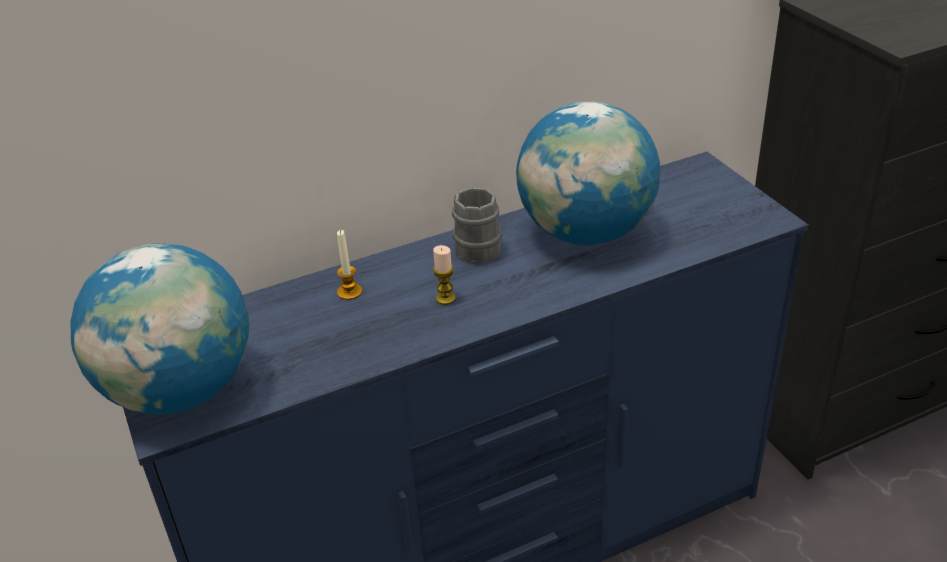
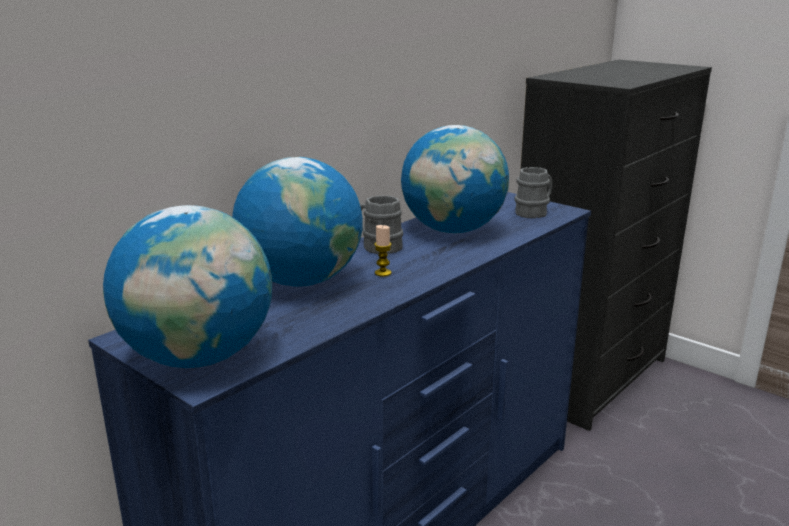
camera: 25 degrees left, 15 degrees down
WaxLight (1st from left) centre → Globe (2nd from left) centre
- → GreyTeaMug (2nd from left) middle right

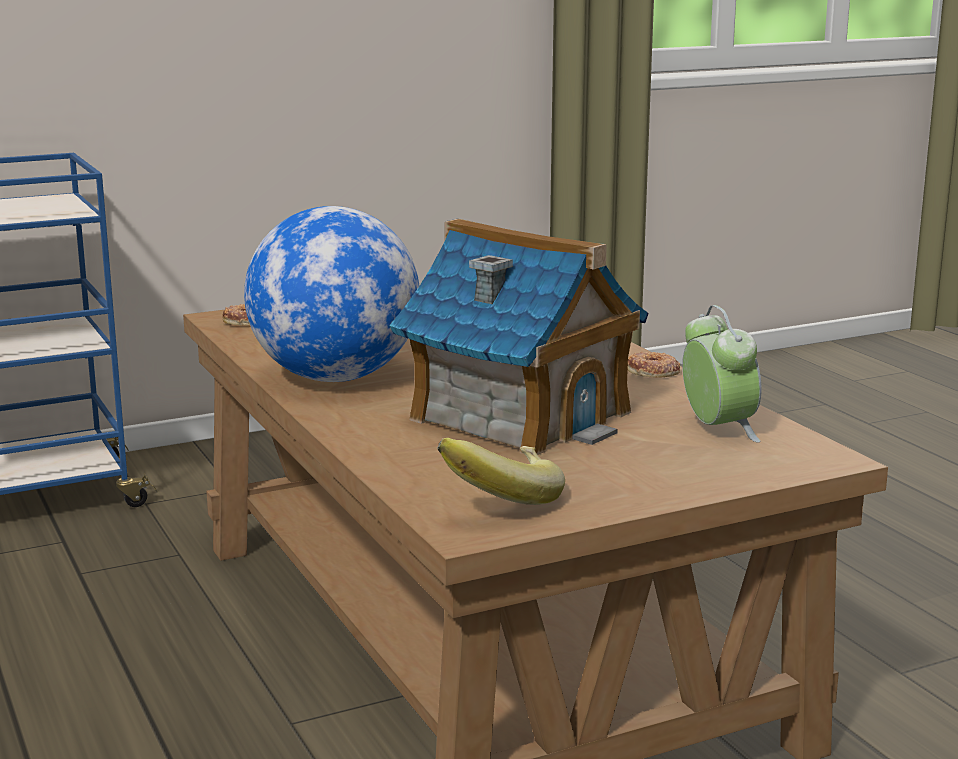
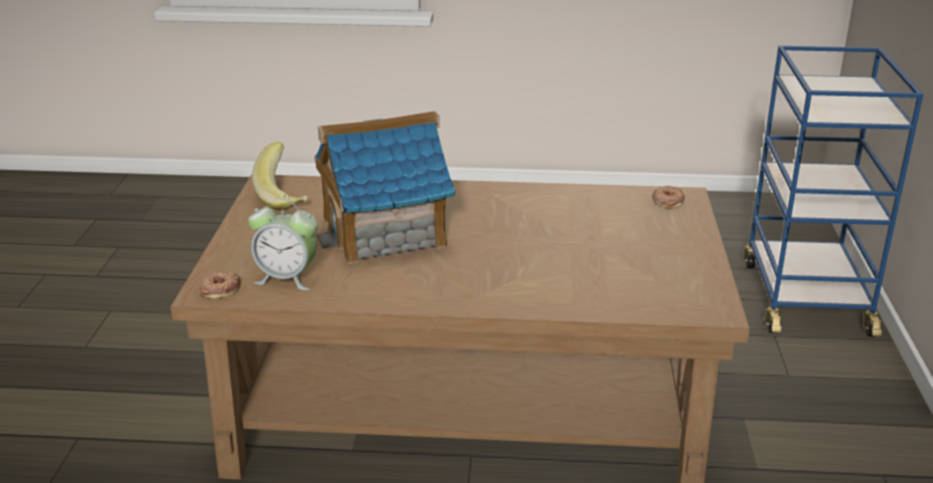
camera: 120 degrees right, 10 degrees up
Doughnut (2nd from left in the first image) middle right → Doughnut (1st from left) middle left, move
Globe centre → -

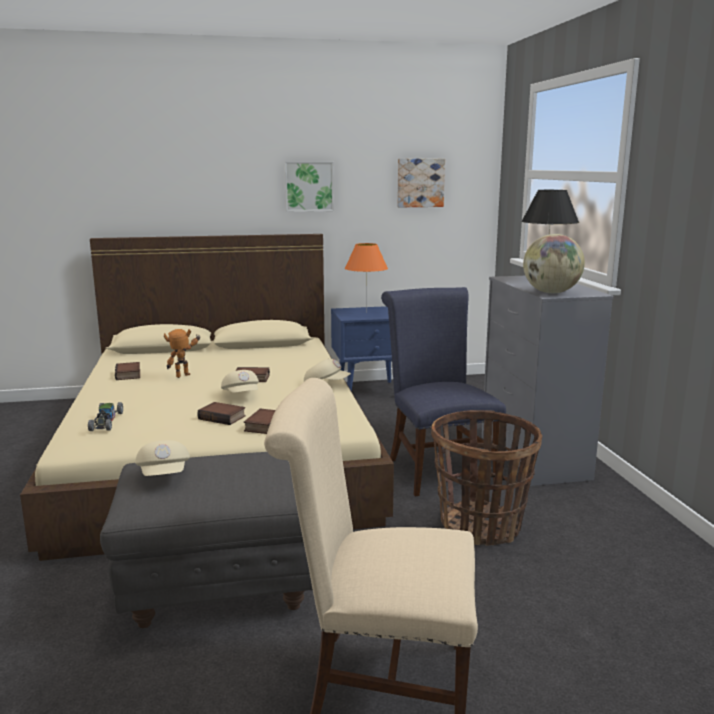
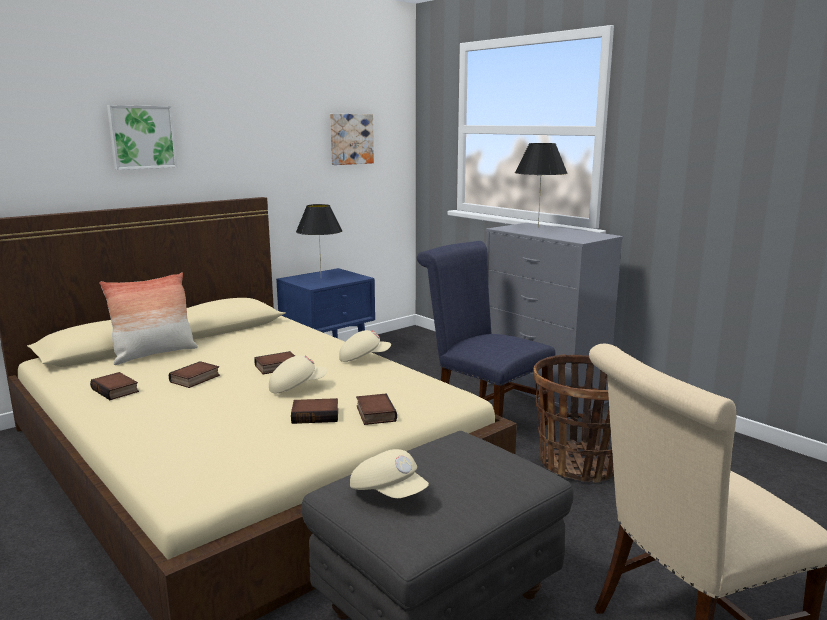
camera: 30 degrees left, 0 degrees up
- → ThrowPillow middle left
WallPicture (1st from left) top centre → WallPicture (1st from left) top left, move
ToyRobot middle left → Book (2nd from left) middle left
BeigeColouredBaseballCap (2nd from left in the first image) centre → BeigeColouredBaseballCap (1st from left) centre, 60 degrees counterclockwise
OrangeyTableLamp centre → BlackTableLamp (1st from left) centre
MiniatureCar middle left → -
Globe middle right → -

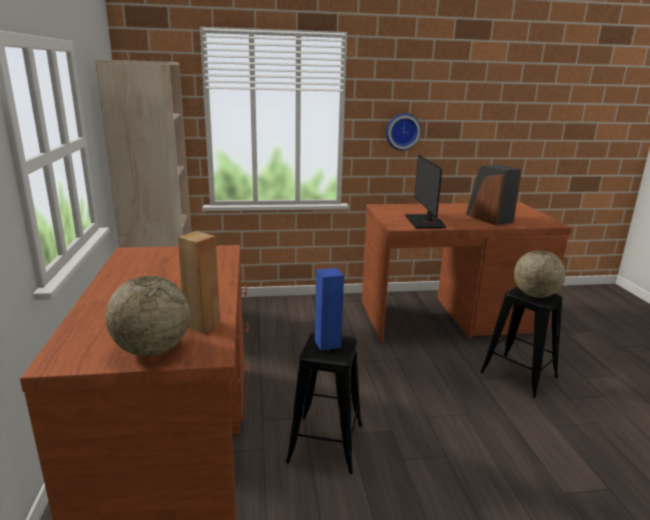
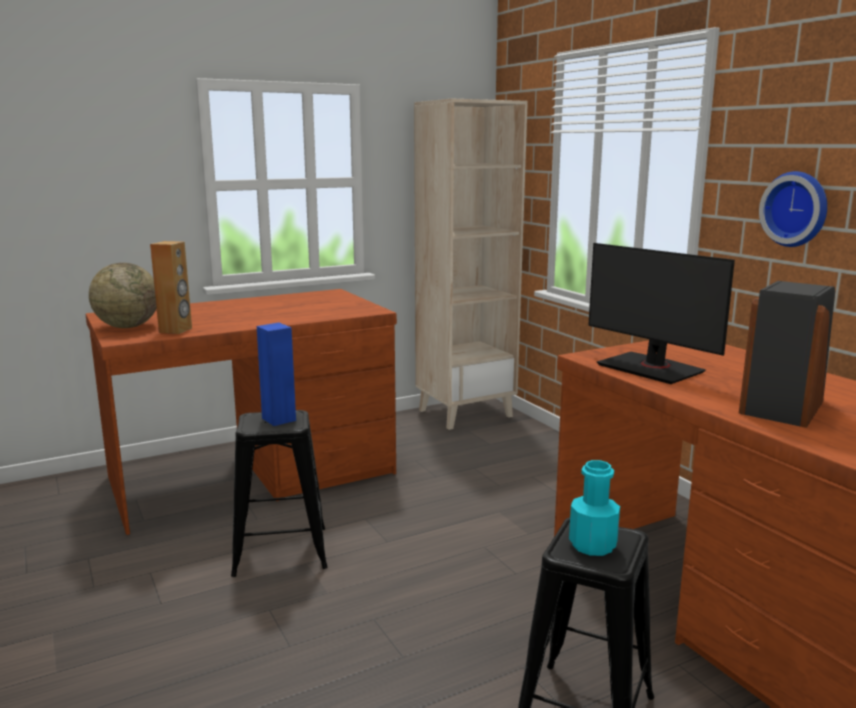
camera: 70 degrees right, 5 degrees down
Globe (2nd from left) middle right → TurquoiseColouredDrinkBottle bottom right
ComputerDisplay centre → ComputerDisplay middle right, 105 degrees counterclockwise

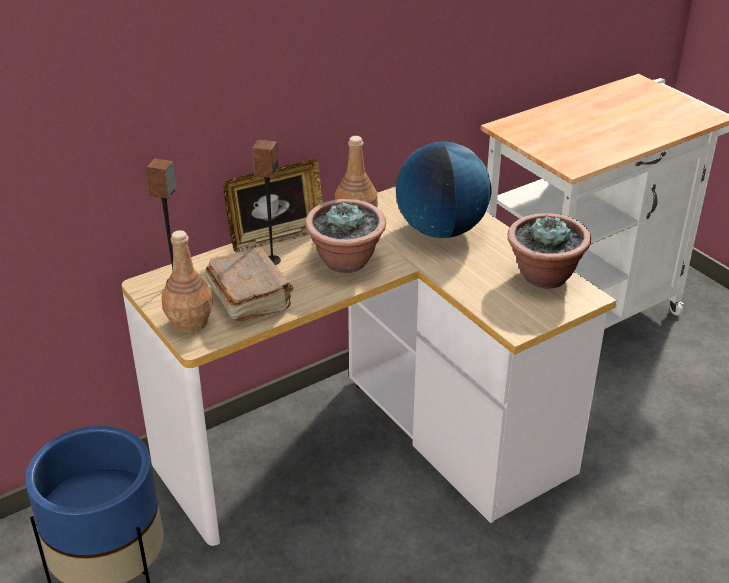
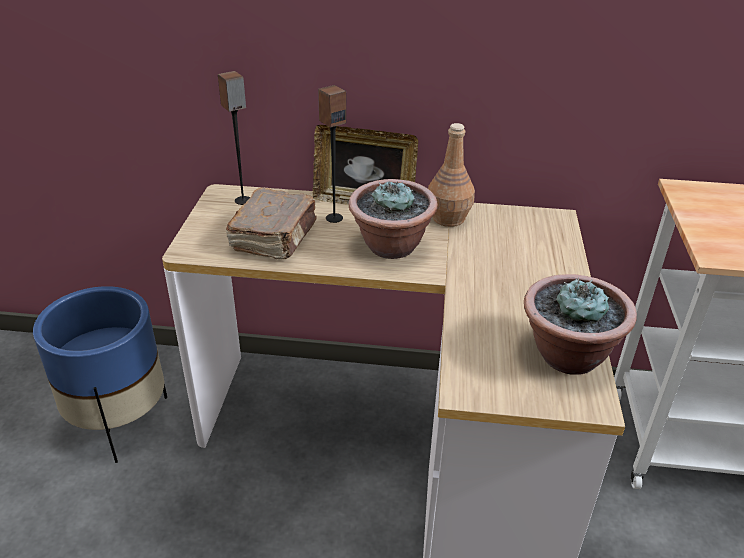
camera: 40 degrees right, 0 degrees up
BrownColouredDrinkBottle (1st from left) middle left → -
Globe top centre → -

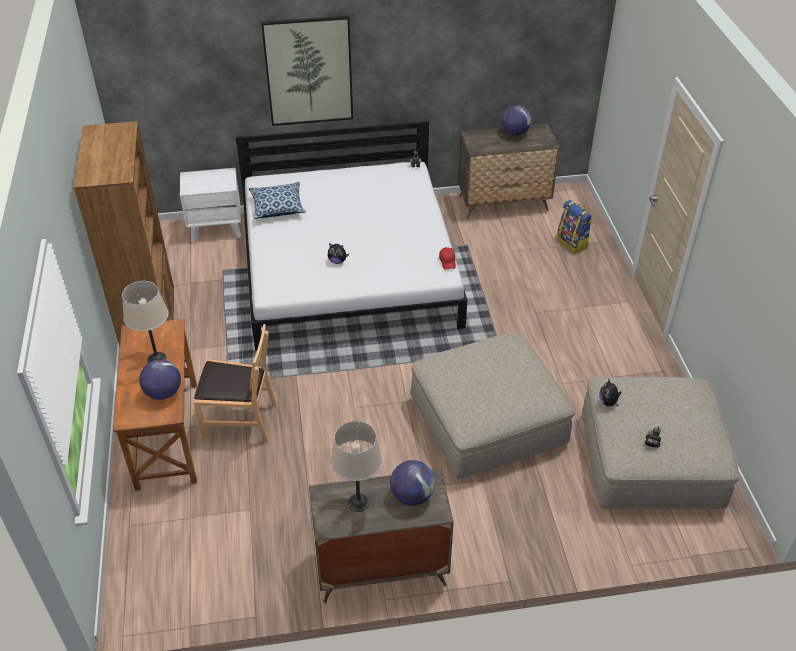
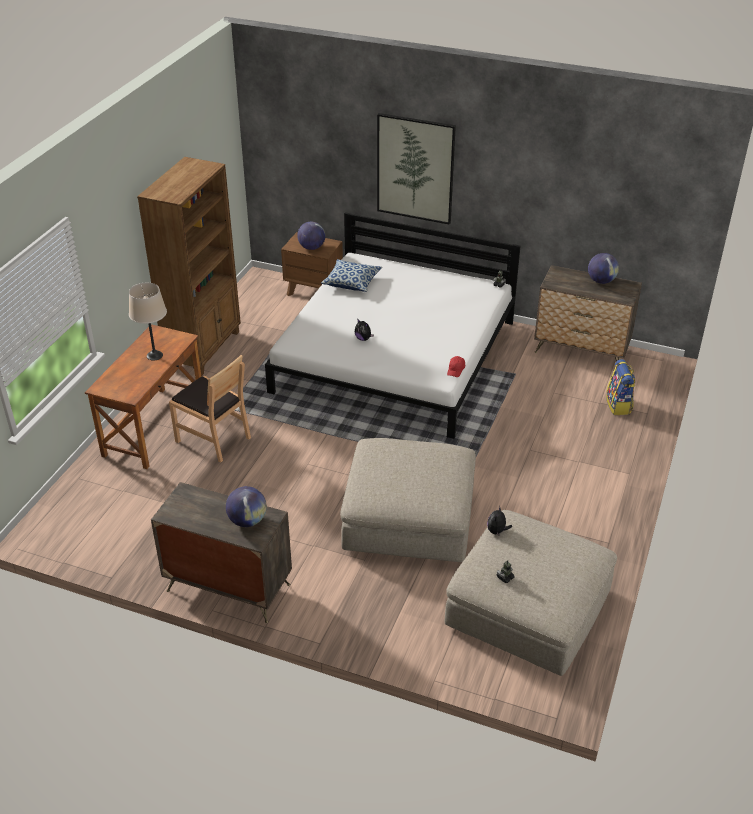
camera: 30 degrees right, 5 degrees down
WhiteColouredBedsideTable top left → BrownColouredBedsideTable top centre
Globe (1st from left in the first image) middle left → Globe (2nd from left) top centre, move
BeigeColouredTableLamp (2nd from left) bottom centre → -

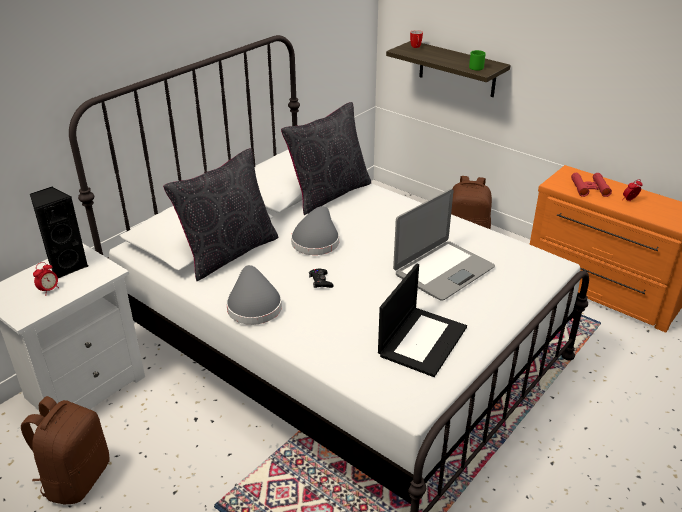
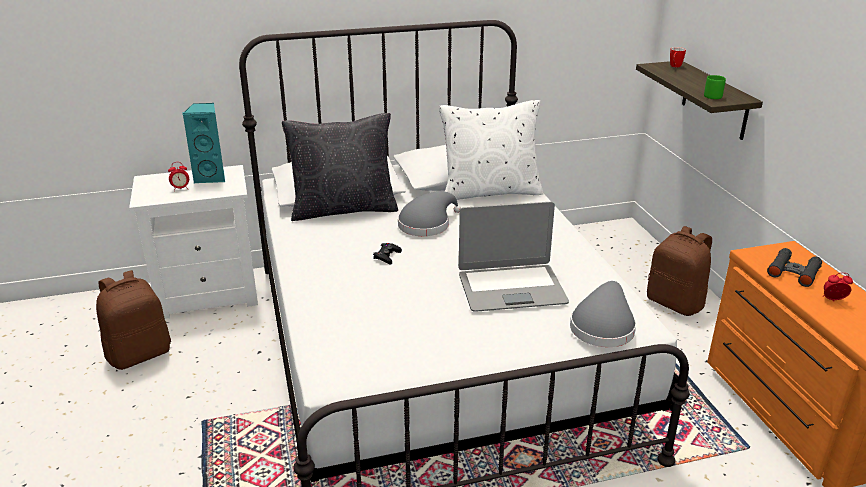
camera: 35 degrees right, 5 degrees down
BlackAudioSpeaker middle left → TurquoiseColouredAudioSpeaker top left
BlackThrowPillow (2nd from left) top centre → WhiteColouredThrowPillow top centre
GreyWearableHat (1st from left in the first image) centre → GreyWearableHat (2nd from left) middle right, move
RedFieldGlasses middle right → BlackFieldGlasses middle right
Laptop (1st from left) centre → -

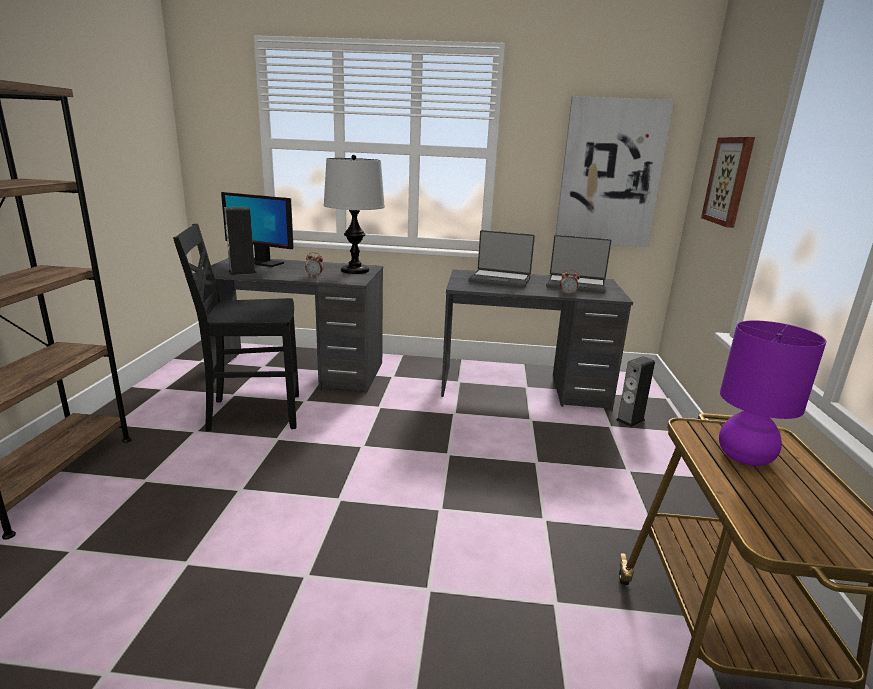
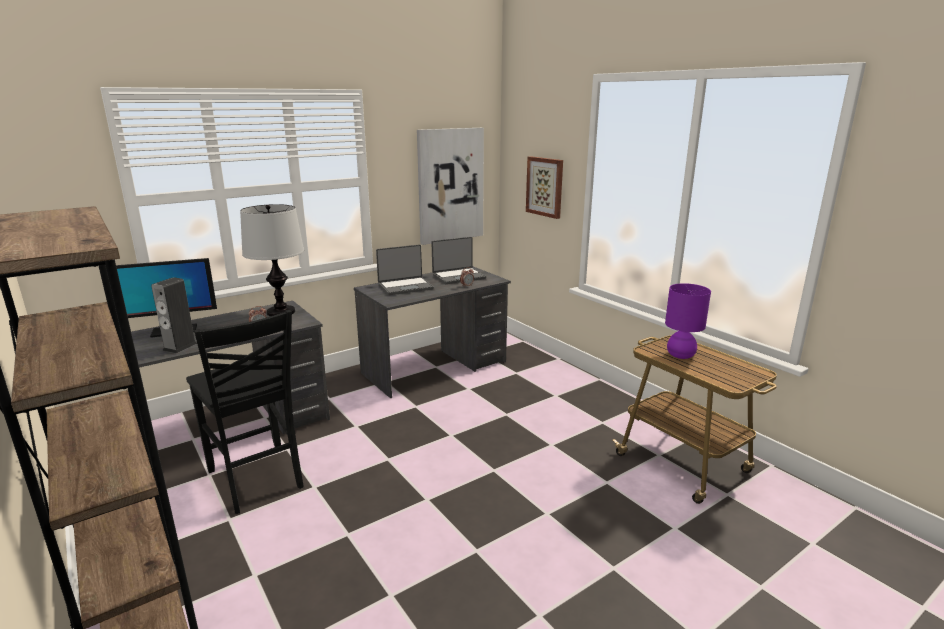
camera: 40 degrees left, 0 degrees up
BlackPlainChair middle left, 75 degrees counterclockwise
AudioSpeaker (2nd from left) middle right → -

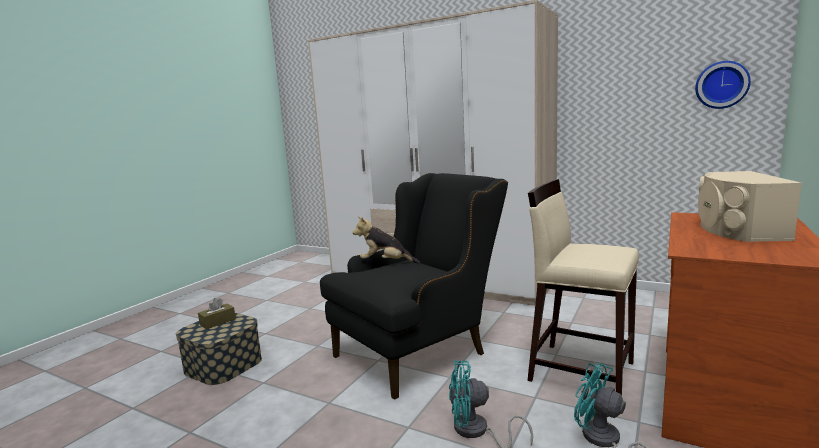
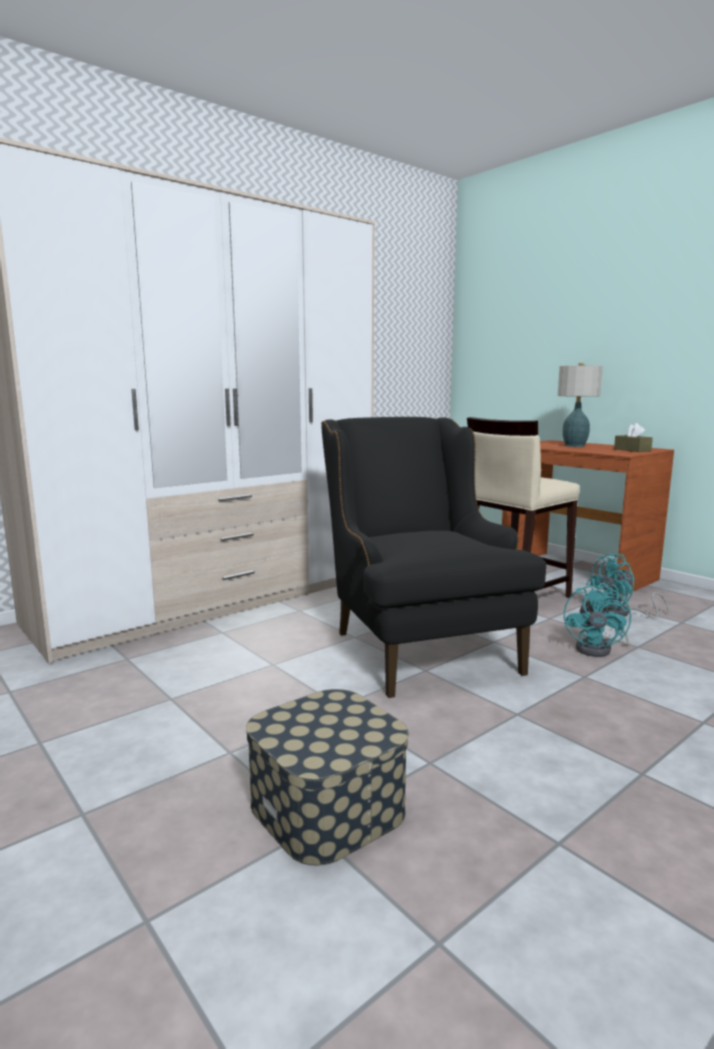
camera: 70 degrees left, 0 degrees up
BeigeColouredAudioSpeaker middle right → TableLamp middle right
BrownColouredTissueBox bottom left → BrownColouredTissueBox middle right, move
PlushToy centre → -
HangingClock top right → -

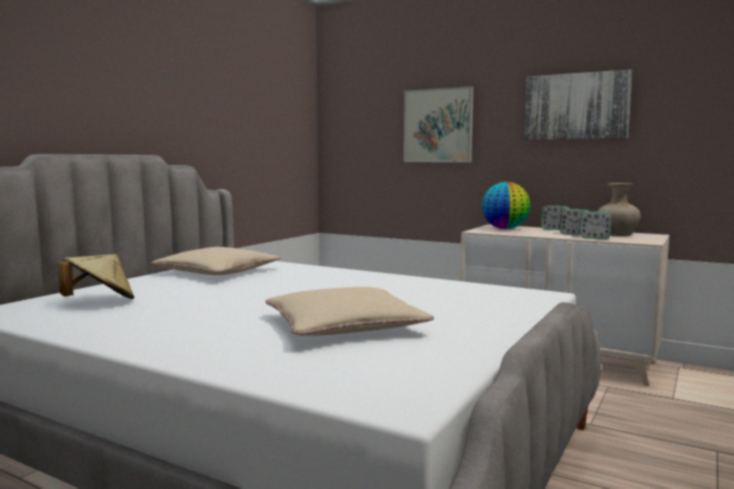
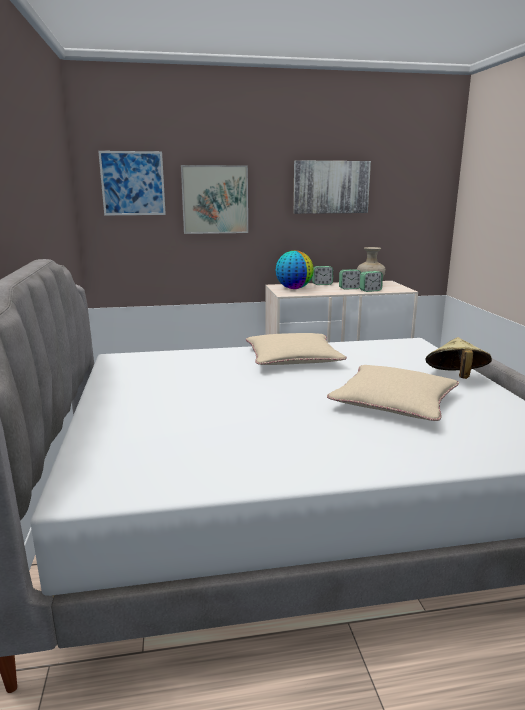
camera: 40 degrees left, 10 degrees up
- → WallPicture (1st from left) top left
BeigeColouredThrowPillow (1st from left) middle left → BeigeColouredThrowPillow (1st from left) centre, move
BeigeColouredWearableHat middle left → BeigeColouredWearableHat middle right, move

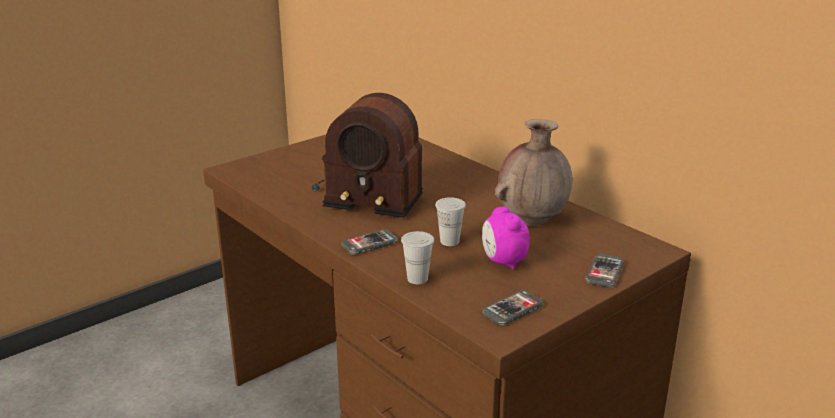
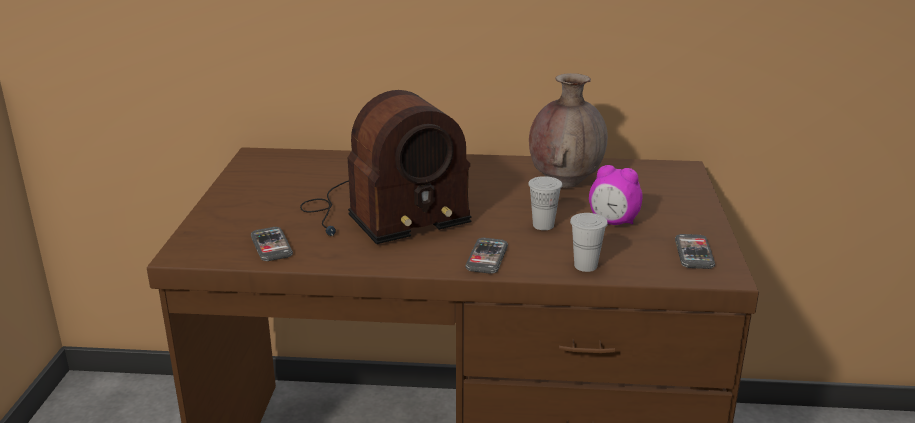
camera: 45 degrees left, 0 degrees up
Phone (3rd from left in the first image) middle right → Phone (1st from left) middle left, move

